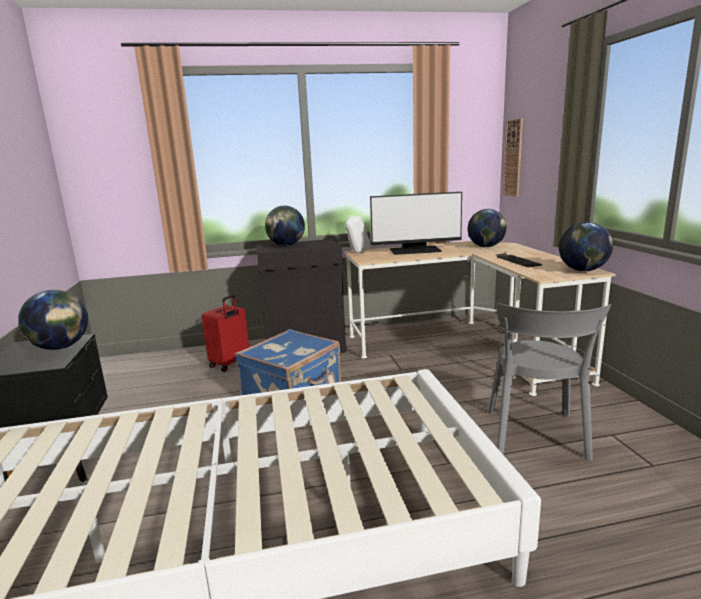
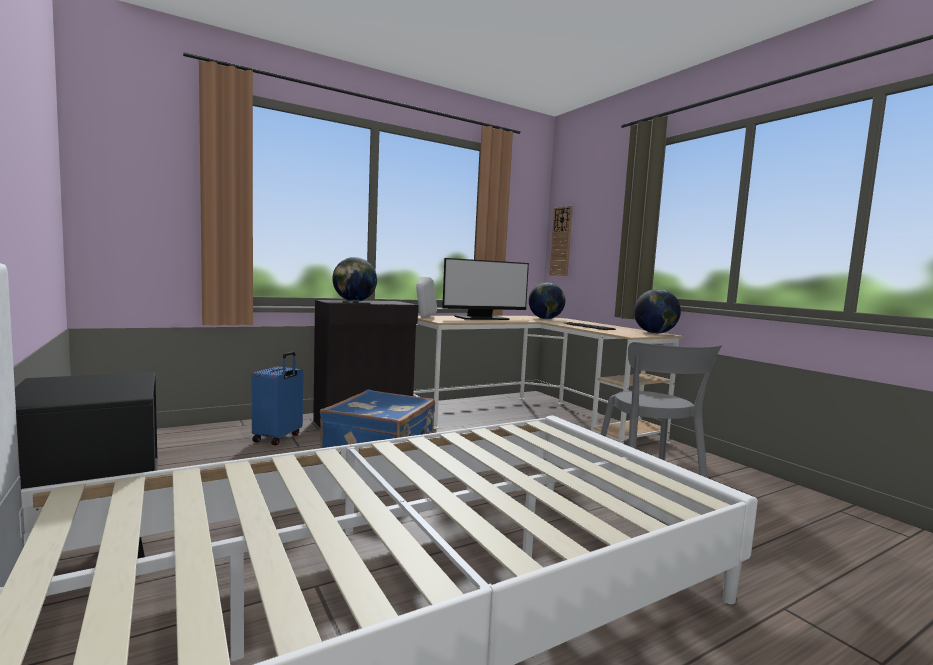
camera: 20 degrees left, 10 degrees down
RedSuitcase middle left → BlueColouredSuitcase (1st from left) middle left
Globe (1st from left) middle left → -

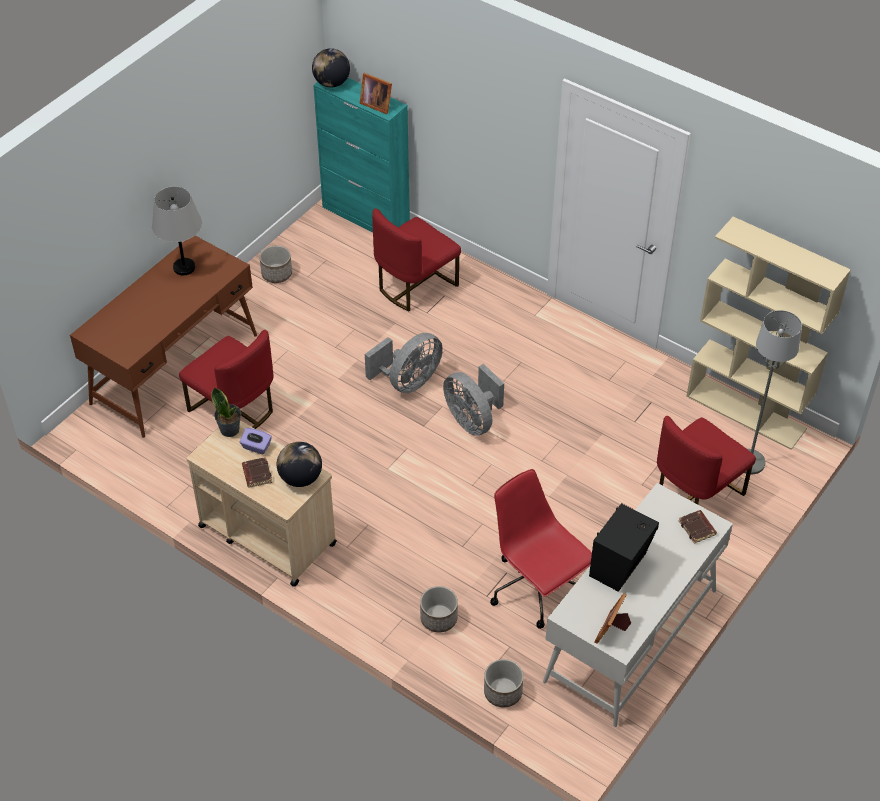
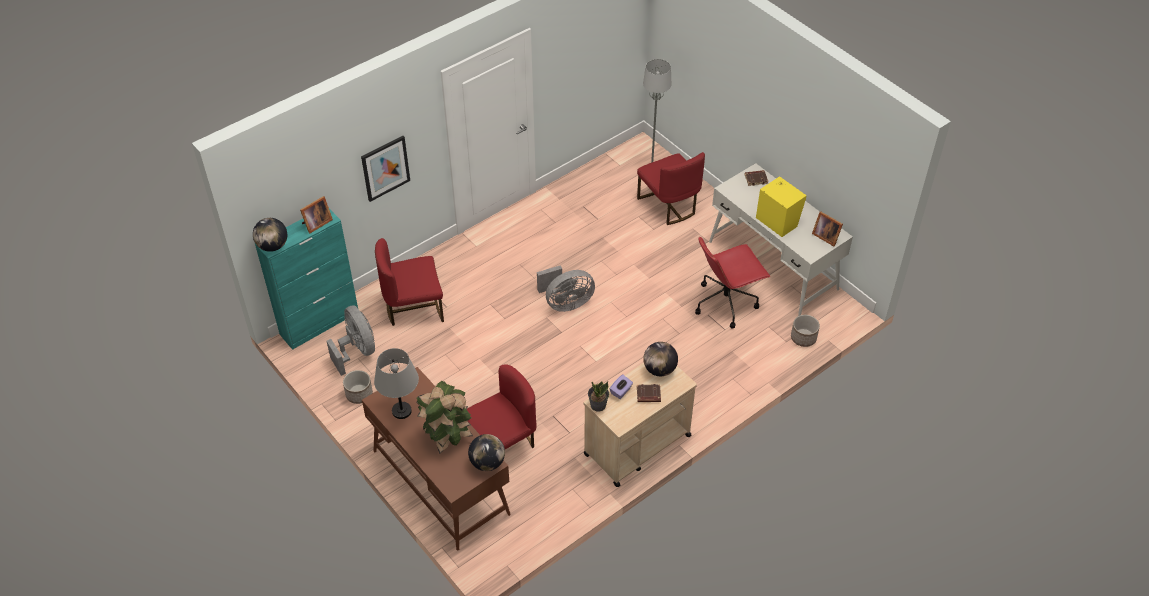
camera: 75 degrees left, 0 degrees up
GreyCoolingFan (1st from left) centre → GreyCoolingFan (1st from left) middle left, move
- → WallPicture top centre
RedPlainChair (2nd from left in the first image) top centre → RedPlainChair (1st from left) centre, 105 degrees clockwise
- → Houseplant (1st from left) bottom centre
- → Globe (2nd from left) bottom centre
BlackAudioSpeaker bottom right → YellowAudioSpeaker middle right
PlantPot (2nd from left) bottom centre → -
BeigeColouredBookshelf middle right → -

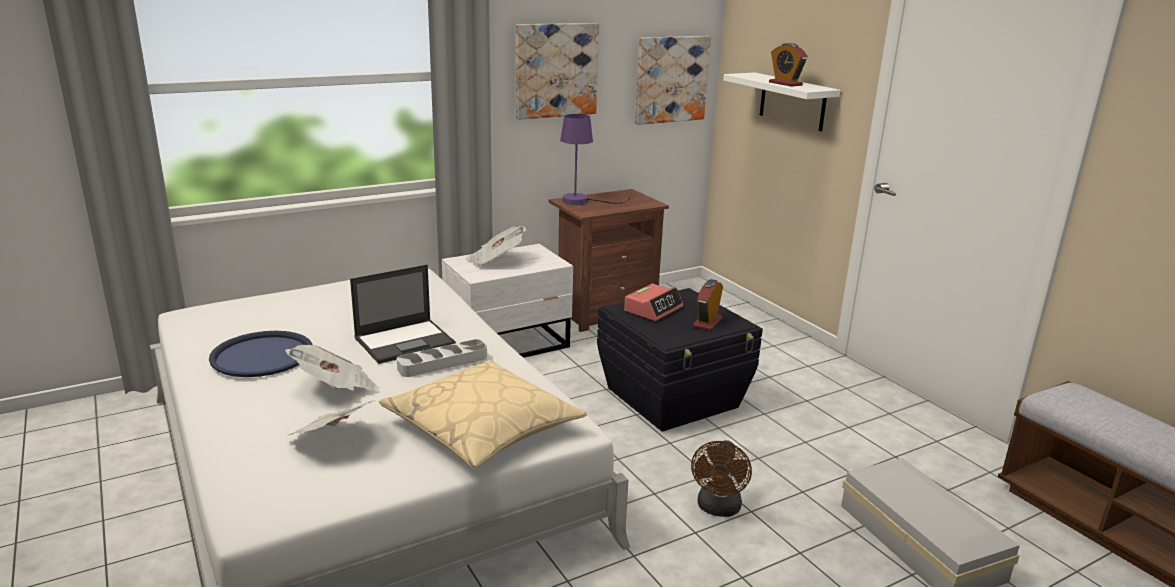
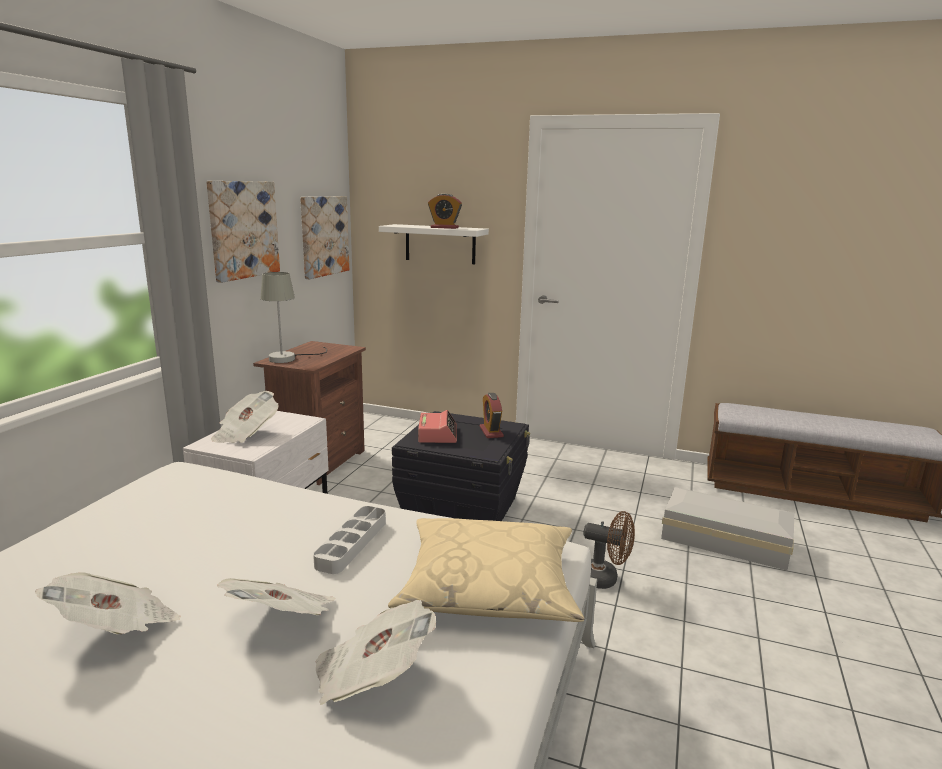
camera: 40 degrees left, 5 degrees down
BlueColouredServingTray middle left → DailyPaper (1st from left) bottom left
PurpleTableLamp top centre → GreyTableLamp middle left
BrownColouredCoolingFan bottom centre, 45 degrees counterclockwise
Laptop centre → -

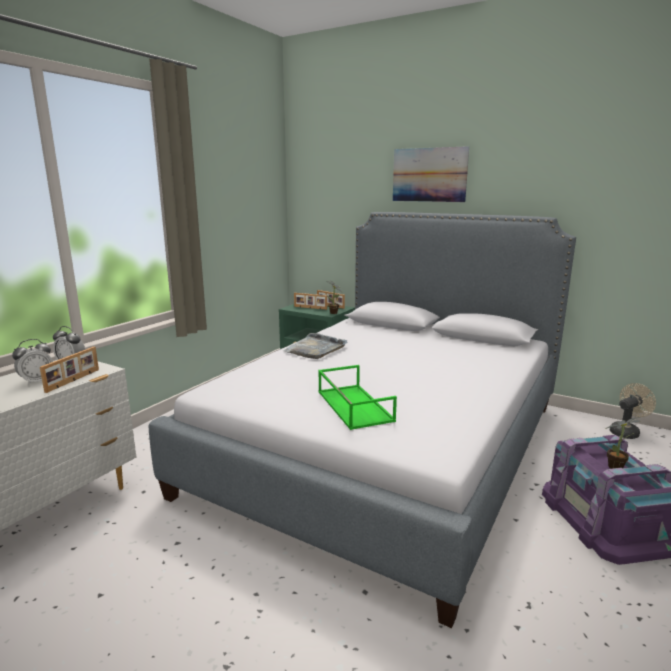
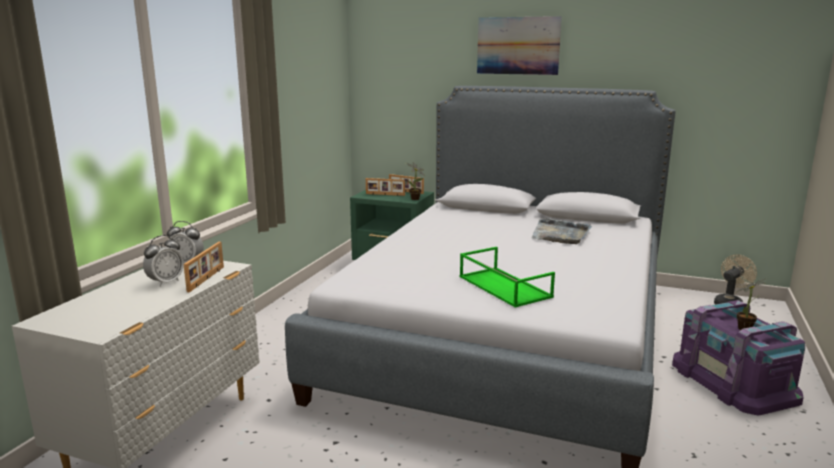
camera: 10 degrees left, 0 degrees up
GreyServingTray centre → GreyServingTray middle right, move

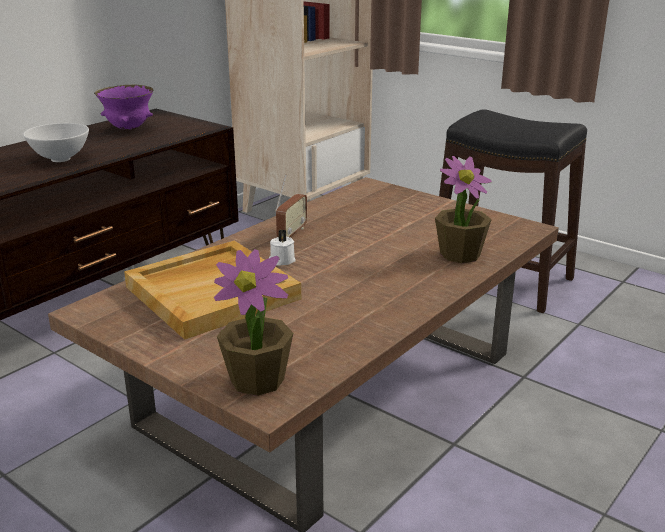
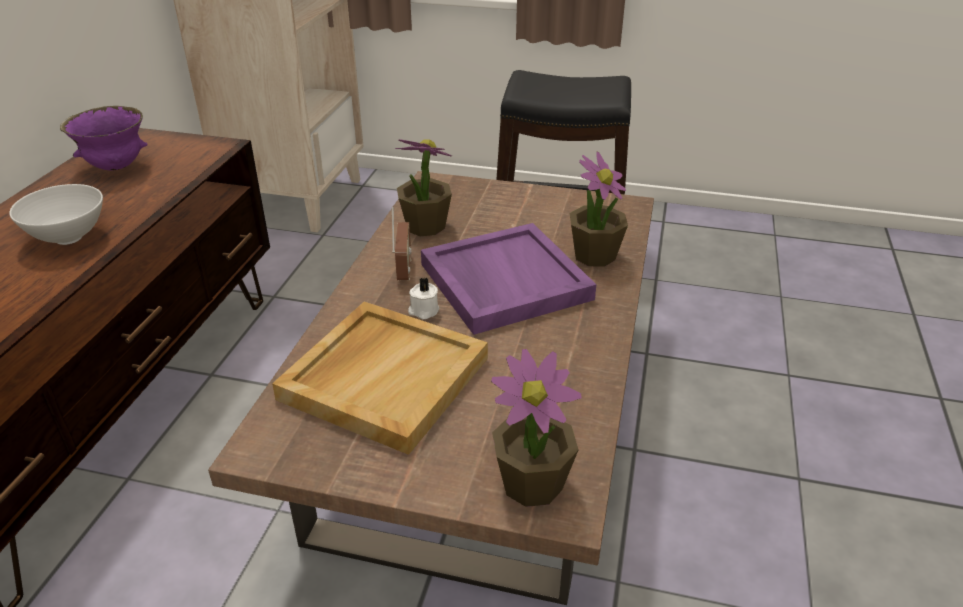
camera: 25 degrees left, 10 degrees up
- → Houseplant (1st from left) top centre
- → PurpleServingTray centre

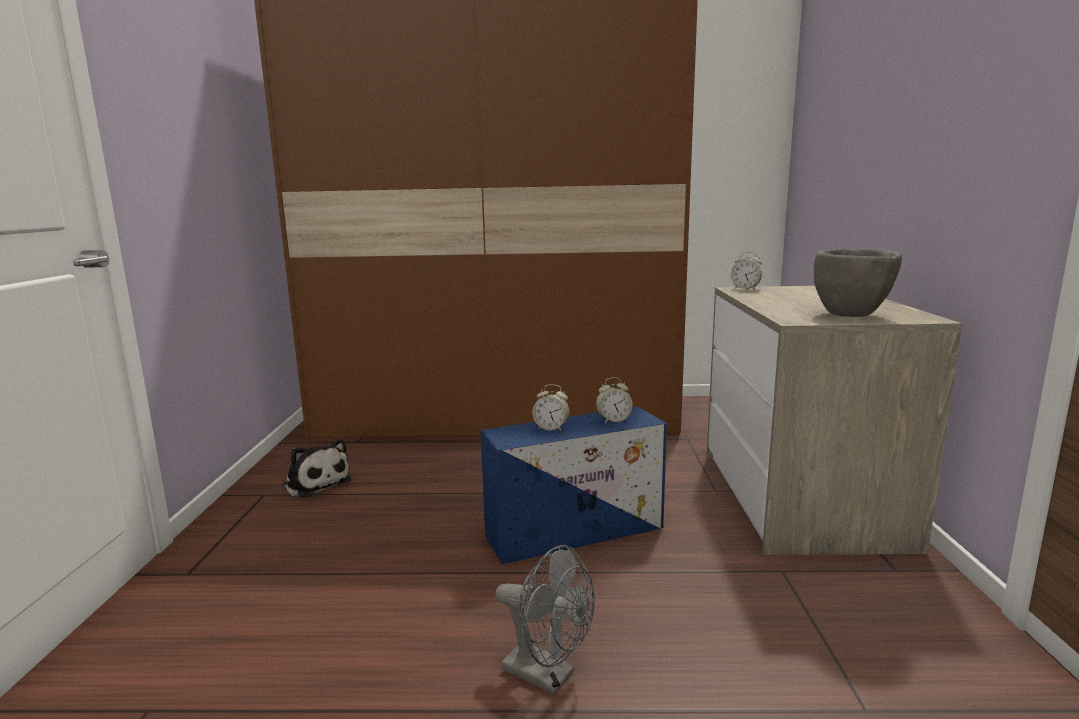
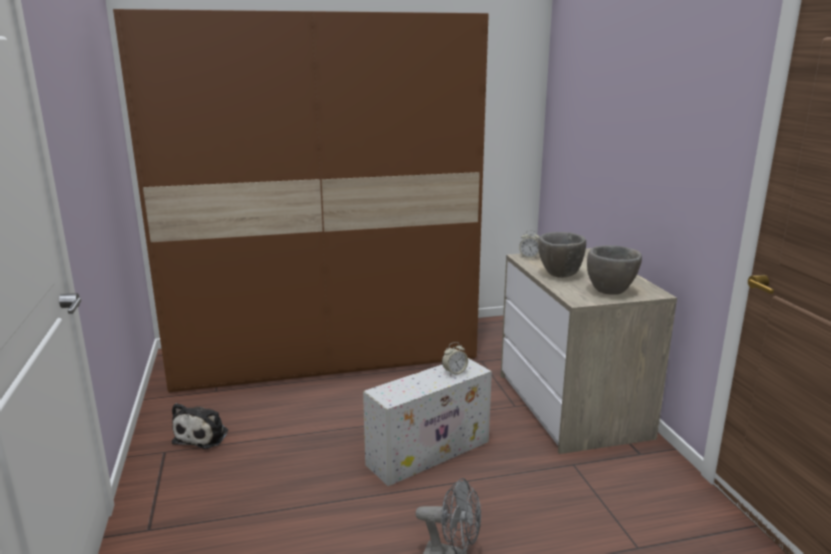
camera: 15 degrees left, 5 degrees up
PlushToy middle left → PlushToy bottom left, 75 degrees clockwise
BlueColouredStorageBin bottom centre → WhiteColouredStorageBin bottom centre
- → GreyBowl (1st from left) middle right
AlarmClock (1st from left) centre → -

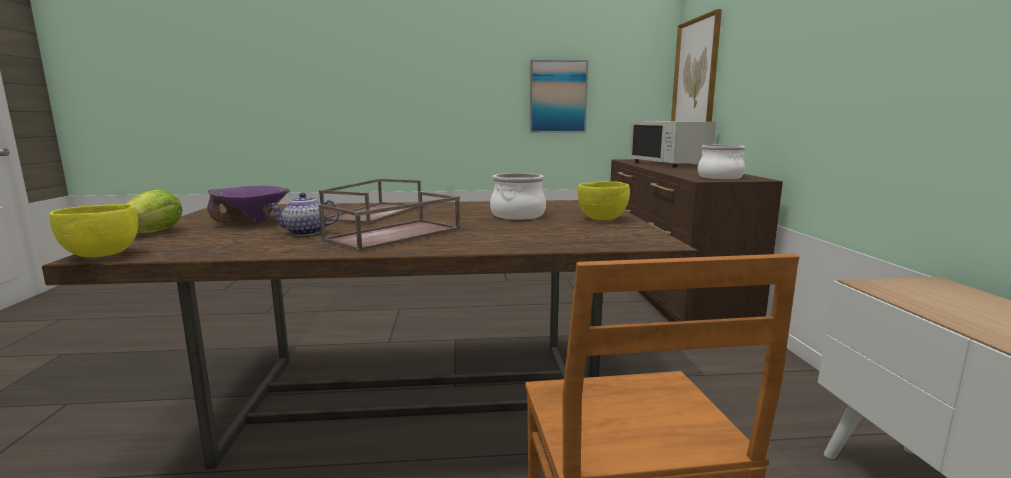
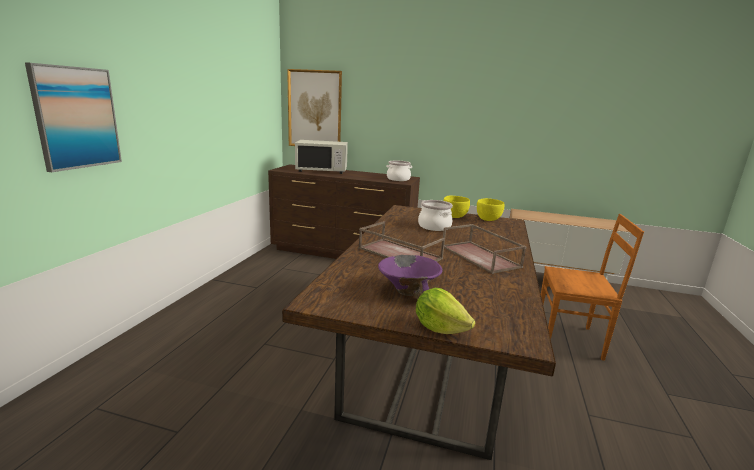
camera: 70 degrees left, 5 degrees up
WallPicture (1st from left) top centre → WallPicture (1st from left) top left, move
YellowBowl (1st from left in the first image) middle left → YellowBowl (2nd from left) centre, move
Teapot middle left → -

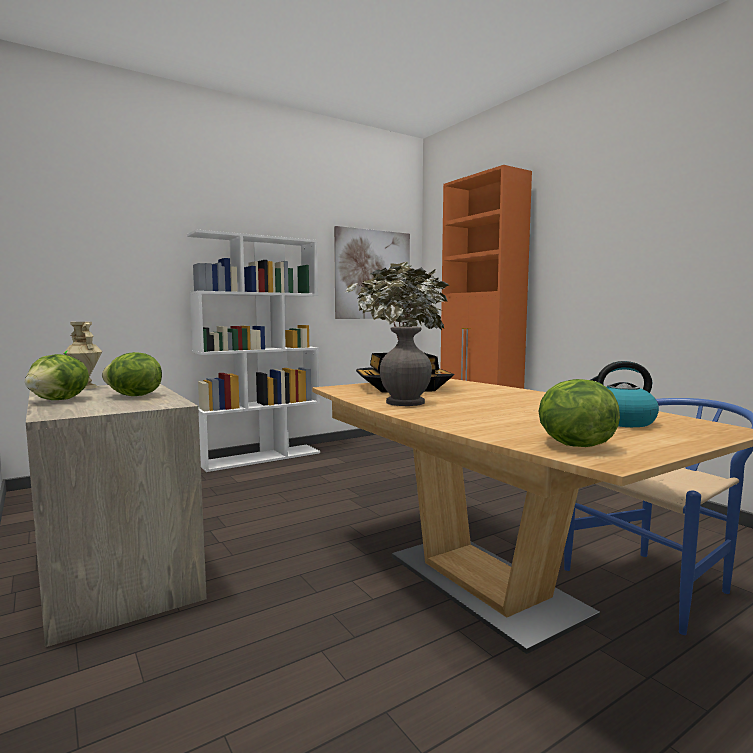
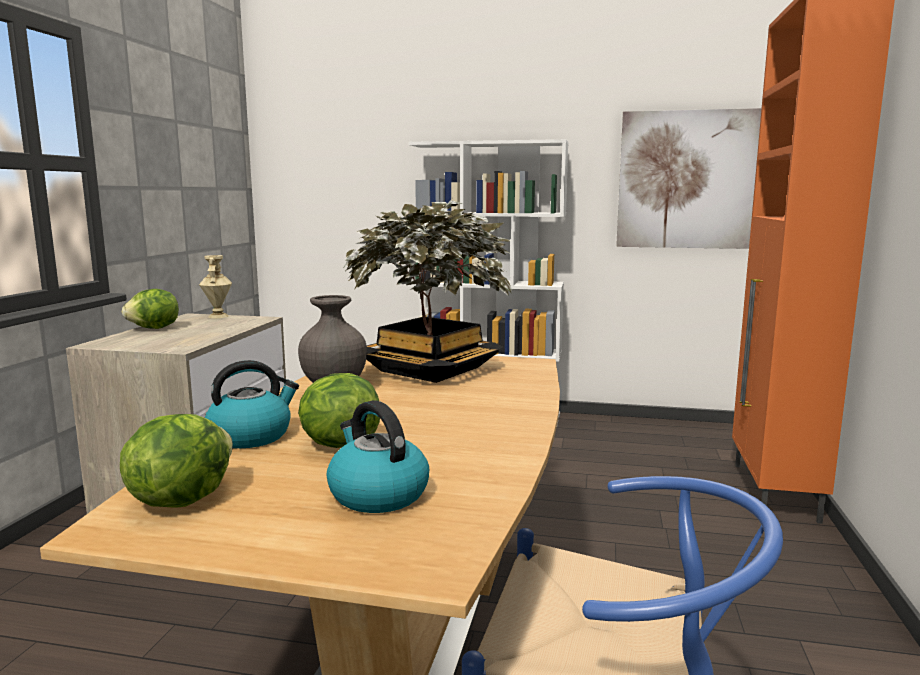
camera: 45 degrees right, 5 degrees up
- → WaterKettle (1st from left) middle left
Lettuce (2nd from left in the first image) middle left → Lettuce (3rd from left) centre, move

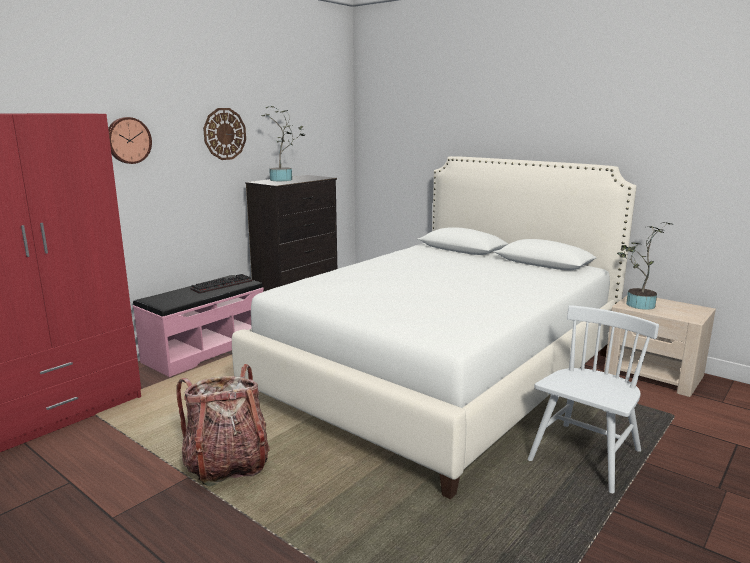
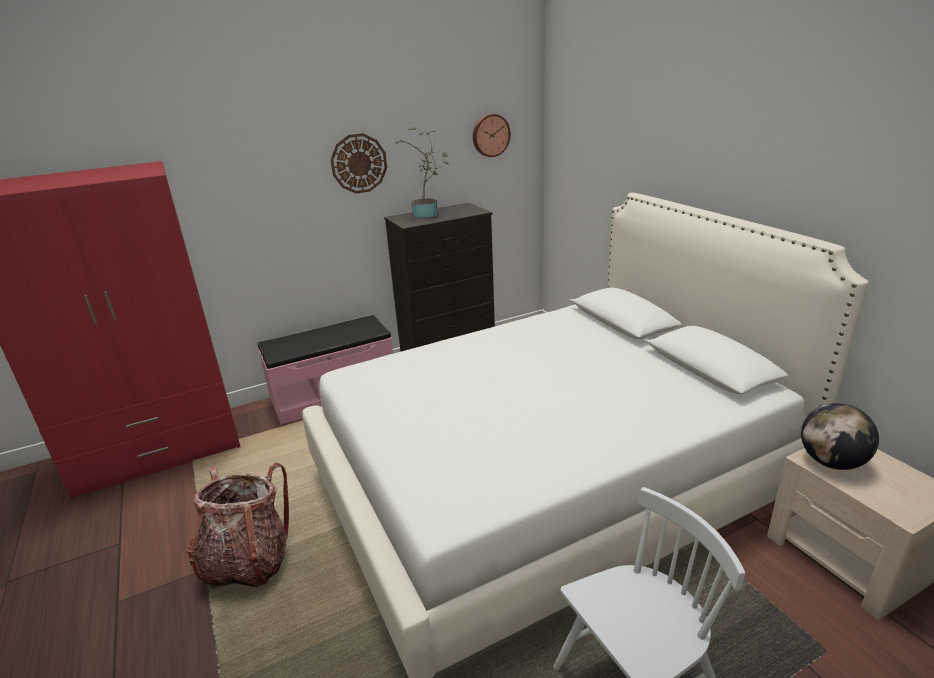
camera: 25 degrees right, 10 degrees up
HangingClock (1st from left in the first image) top left → HangingClock (2nd from left) top centre, move
Houseplant (2nd from left) middle right → Globe middle right
Keyboard middle left → -

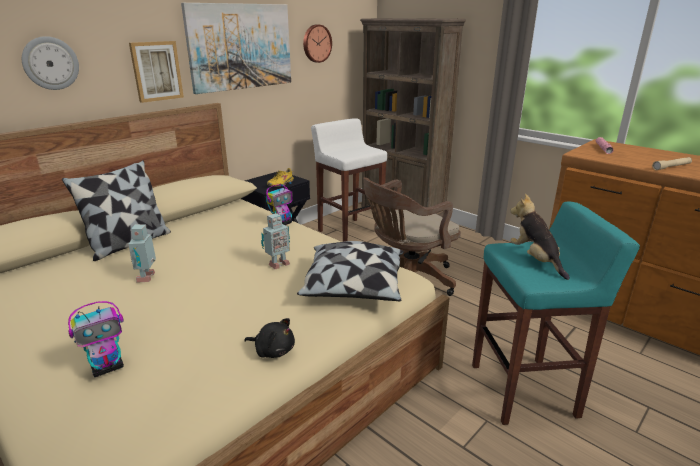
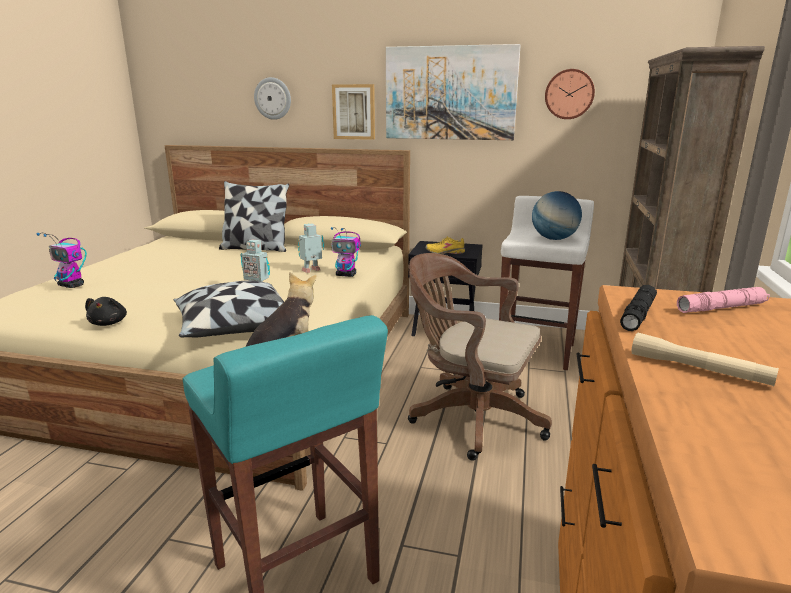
camera: 60 degrees right, 5 degrees down
ToyRobot (2nd from left in the first image) middle left → ToyRobot (3rd from left) centre, move
- → Globe middle right
- → BlackTorch middle right

